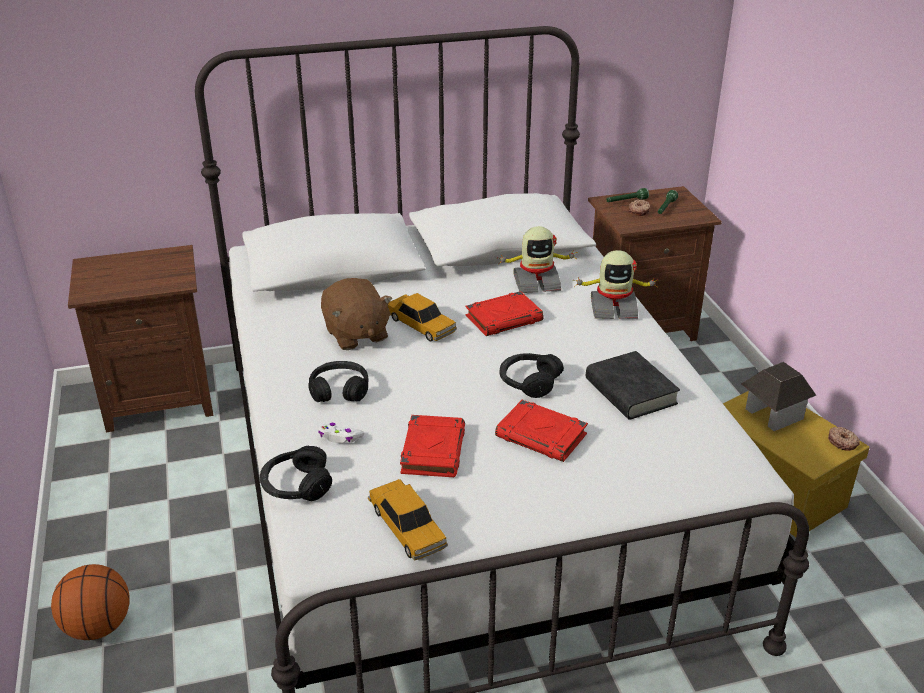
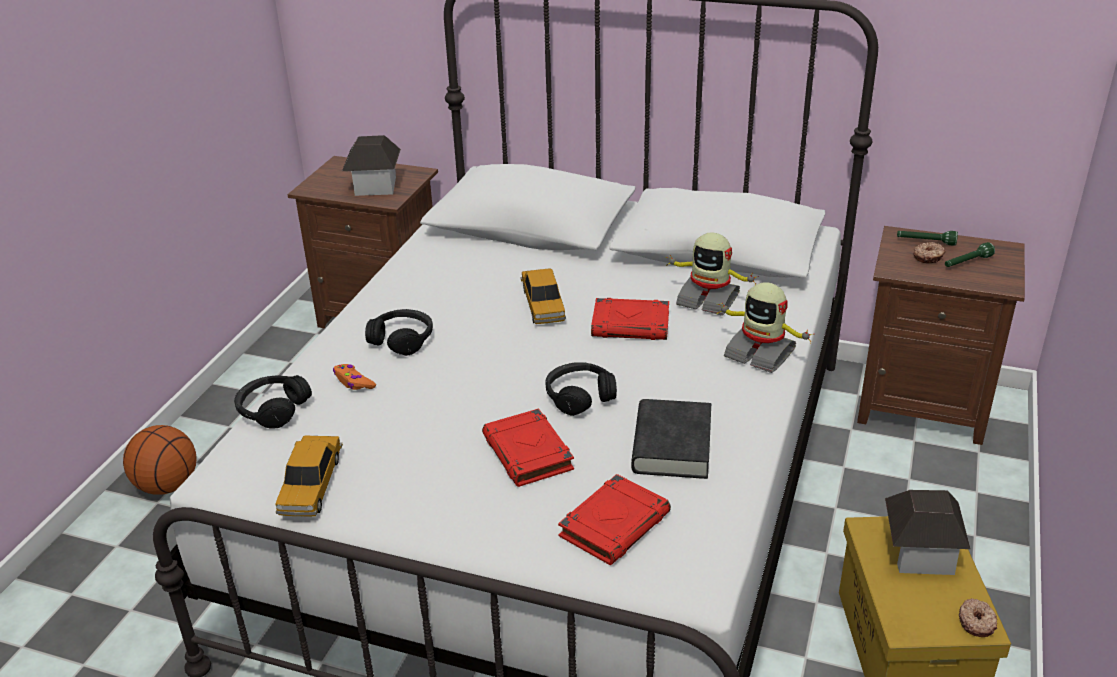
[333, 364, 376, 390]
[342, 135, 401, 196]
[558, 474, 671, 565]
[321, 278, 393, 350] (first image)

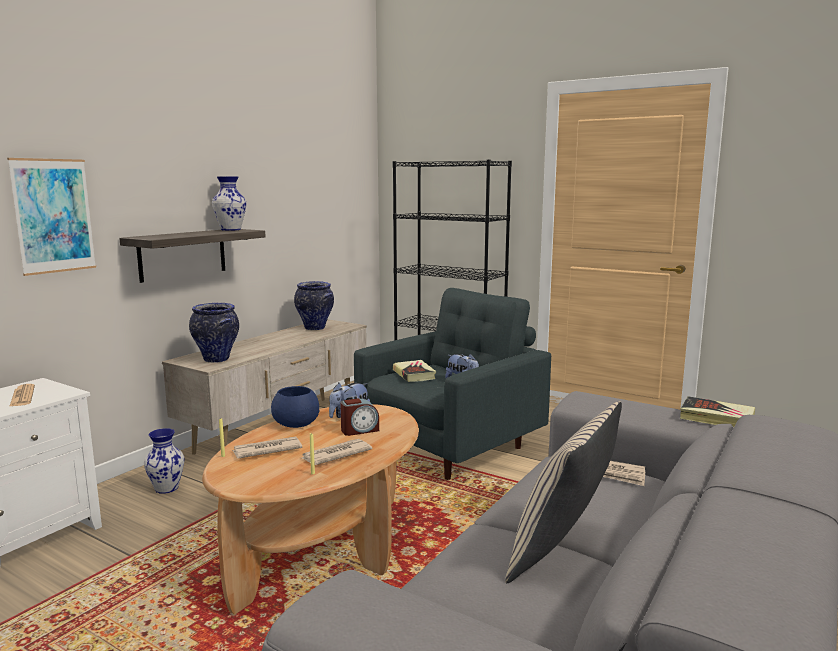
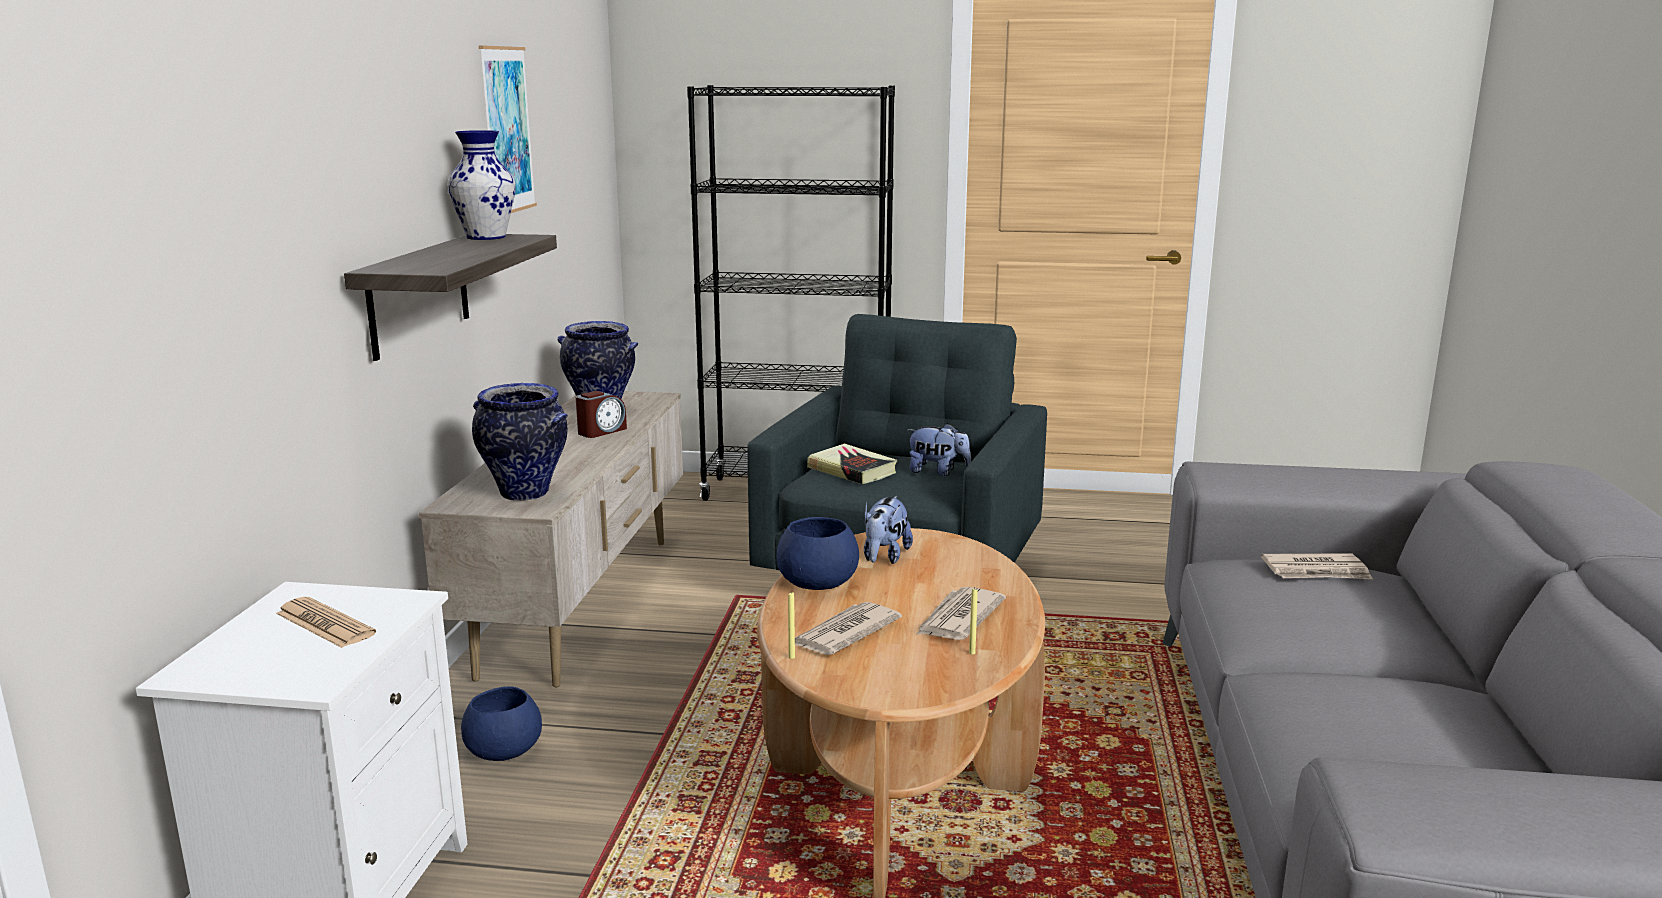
[461, 686, 542, 761]
[479, 45, 537, 213]
[576, 391, 627, 438]
[505, 401, 622, 583] (first image)
[680, 396, 755, 427] (first image)

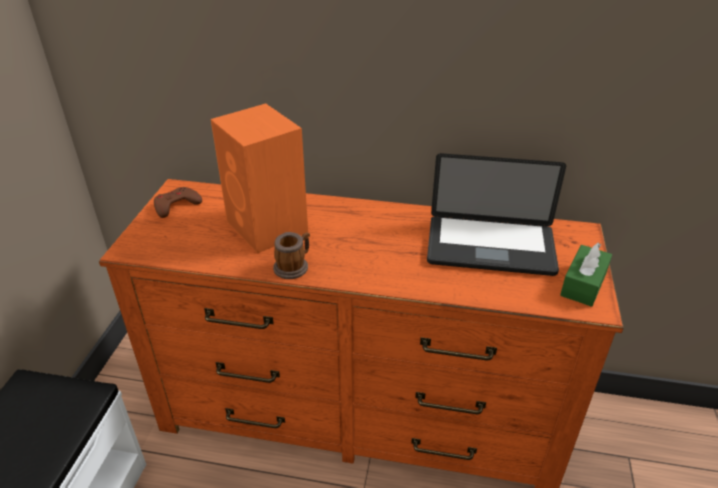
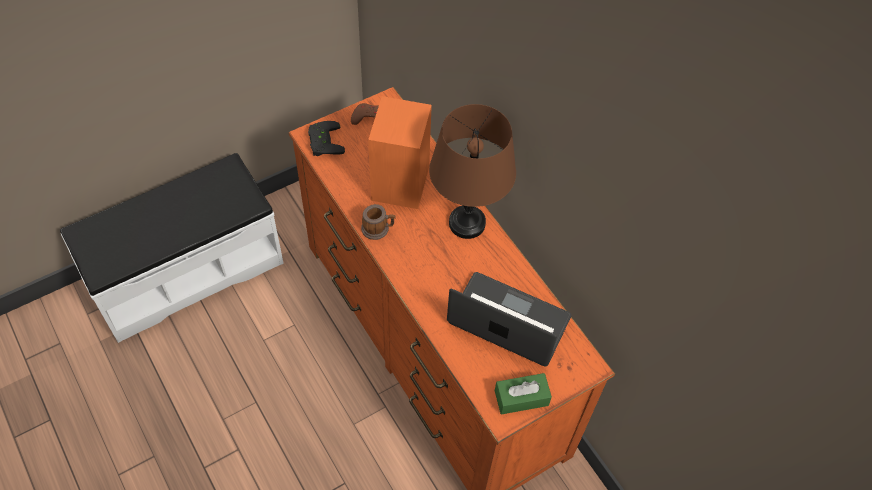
[308, 121, 345, 156]
[429, 104, 516, 239]
[447, 272, 571, 366]

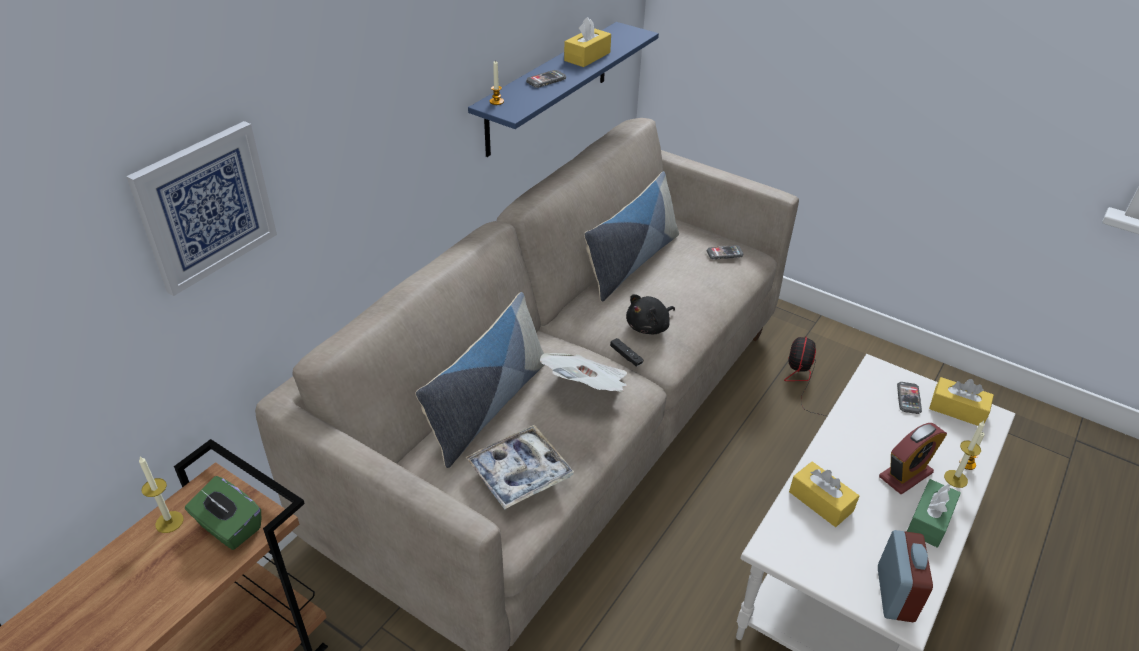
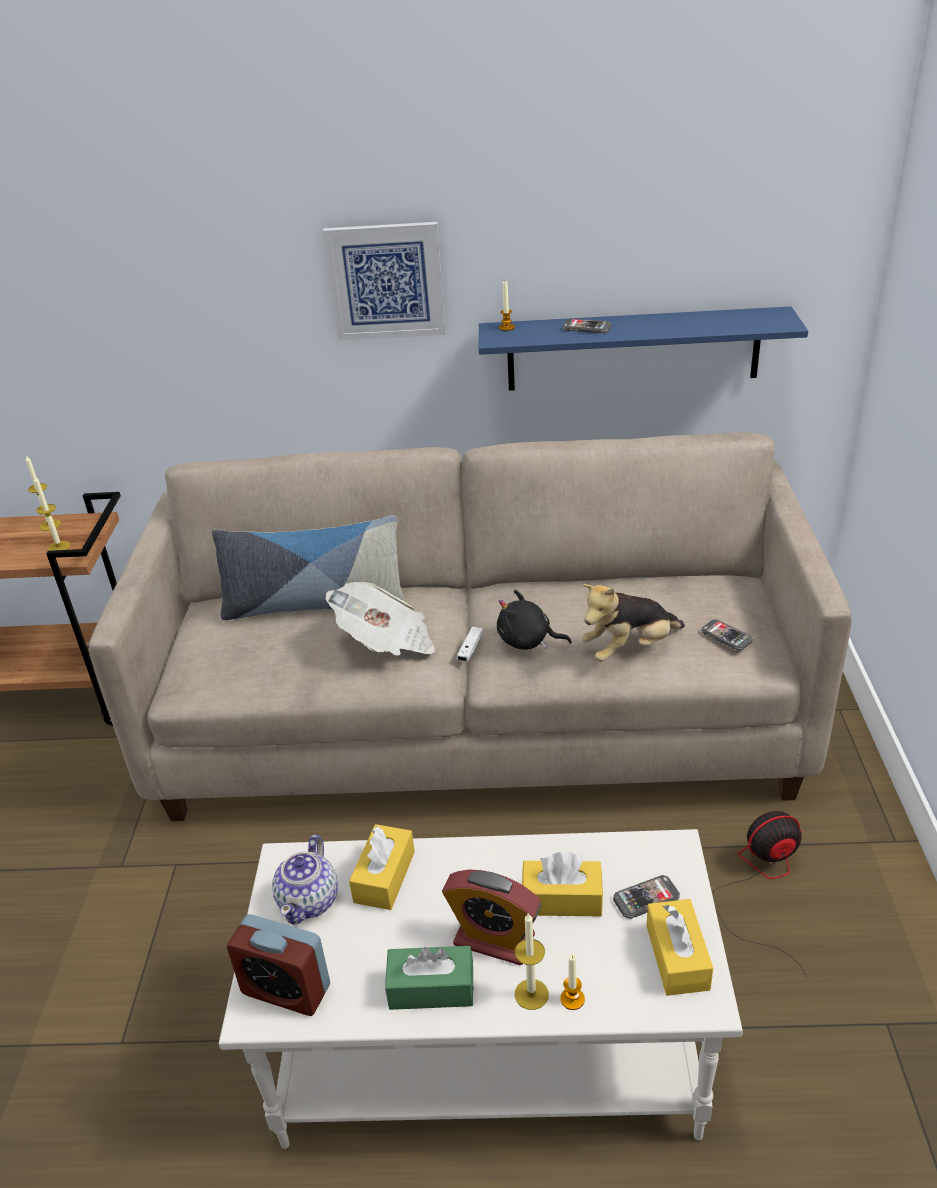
[34, 476, 70, 551]
[227, 914, 330, 1016]
[272, 835, 338, 925]
[323, 222, 446, 341]
[457, 627, 483, 662]
[522, 852, 603, 916]
[582, 584, 685, 662]
[465, 425, 574, 510] (first image)
[584, 171, 679, 301] (first image)

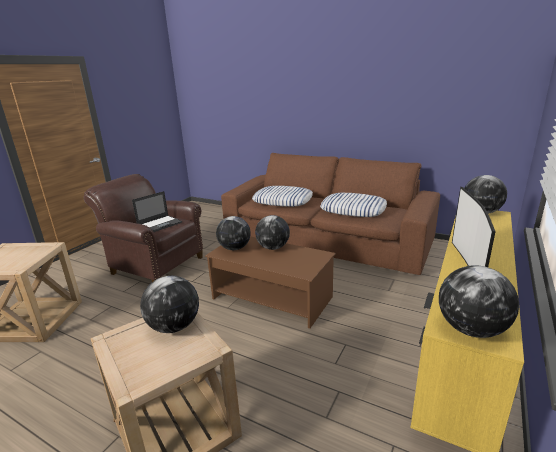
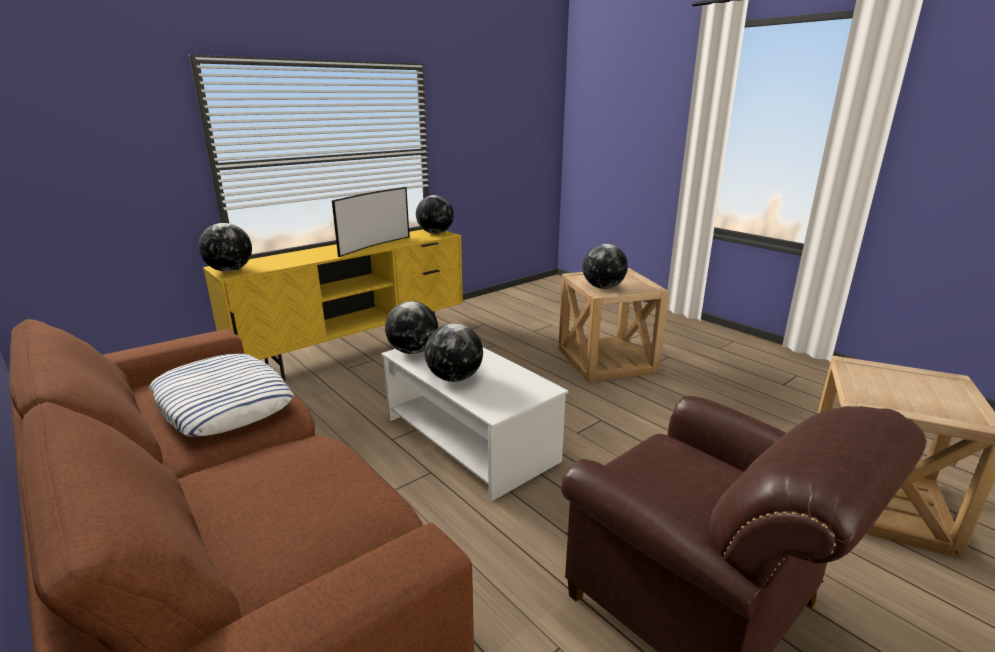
[381, 347, 569, 502]
[385, 301, 438, 354]
[132, 191, 182, 232] (first image)
[252, 186, 313, 207] (first image)

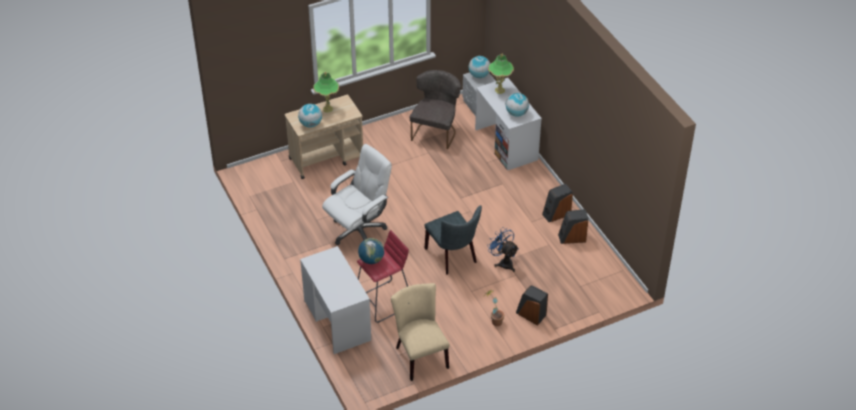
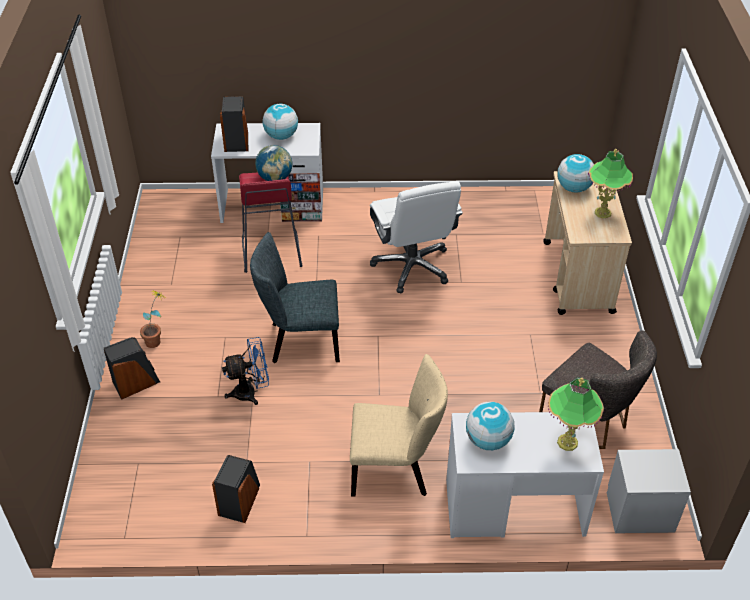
[220, 96, 248, 152]
[262, 104, 298, 140]
[350, 354, 448, 496]

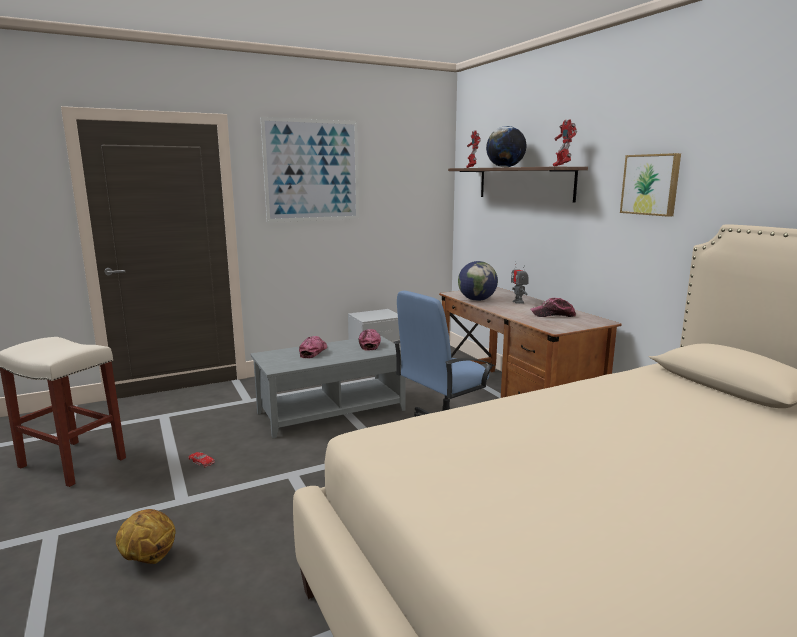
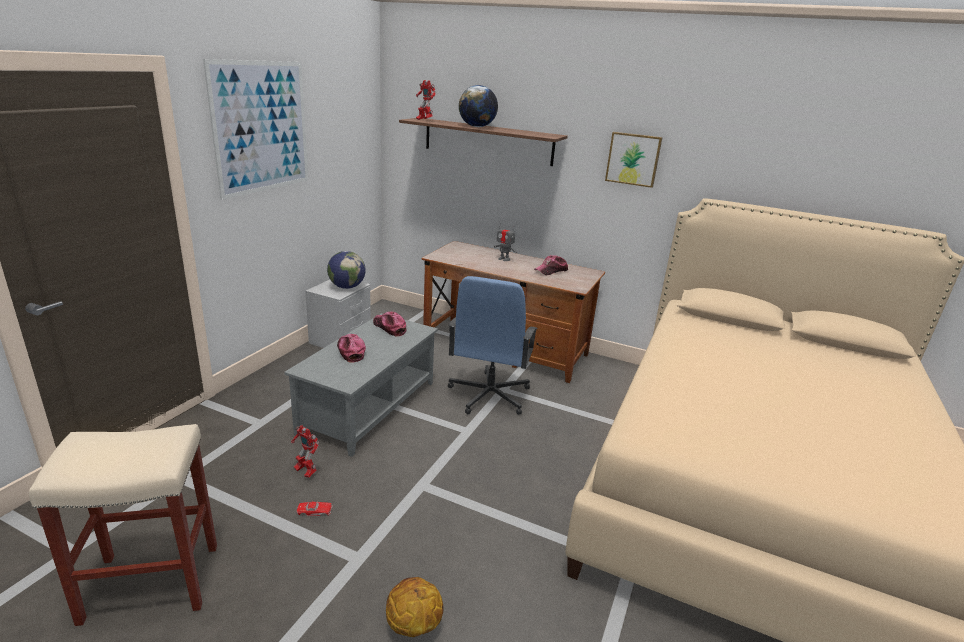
[291, 425, 319, 478]
[327, 251, 366, 289]

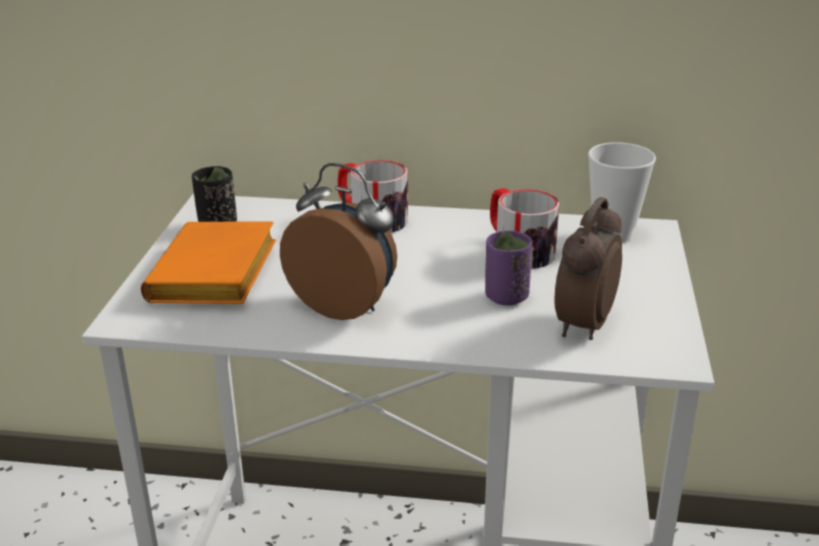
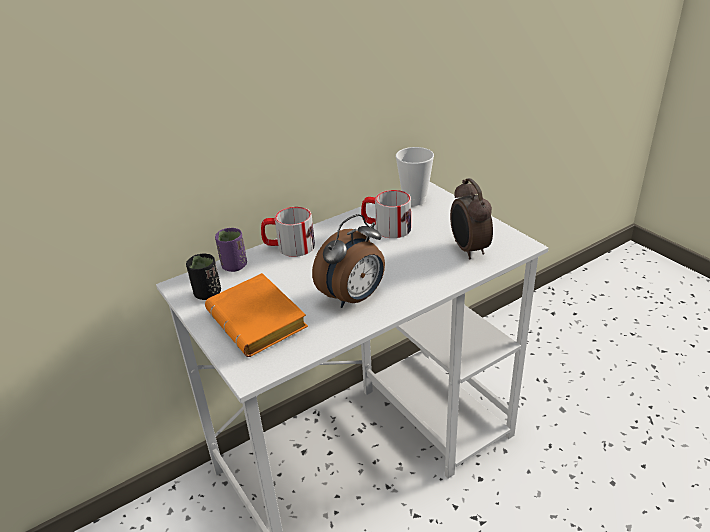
[215, 228, 247, 272]
[312, 214, 385, 308]

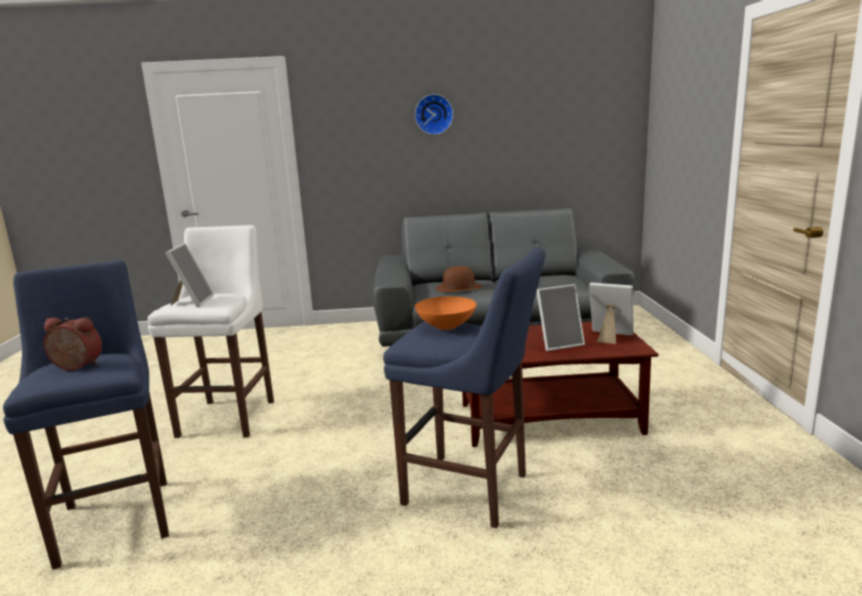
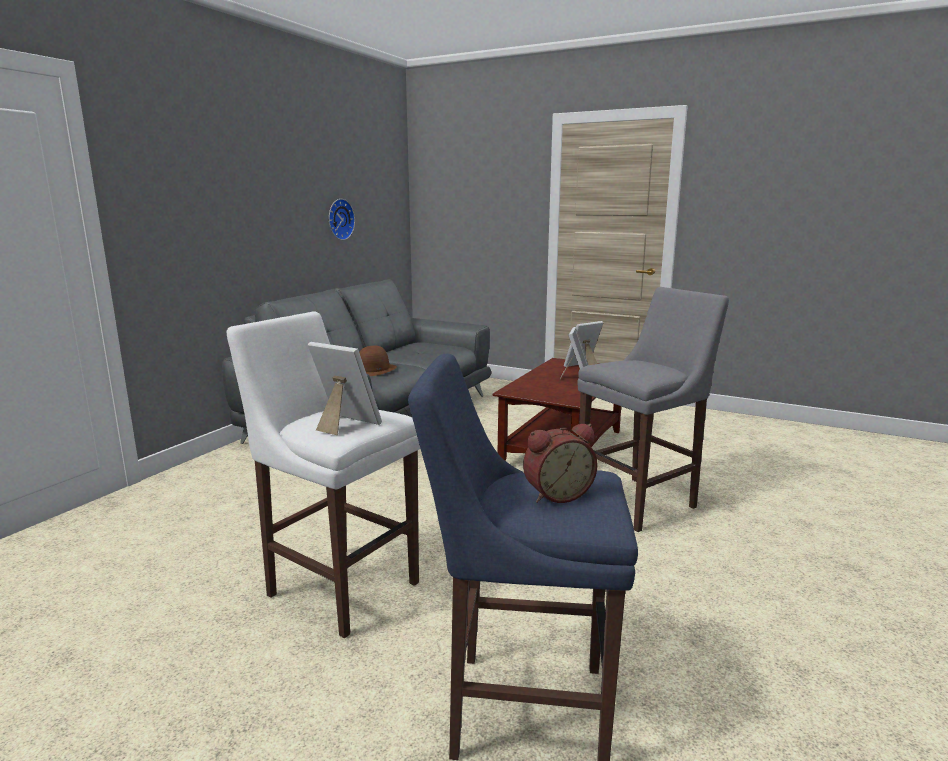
[329, 199, 355, 240]
[523, 424, 598, 503]
[577, 287, 729, 532]
[415, 296, 476, 330] (first image)

